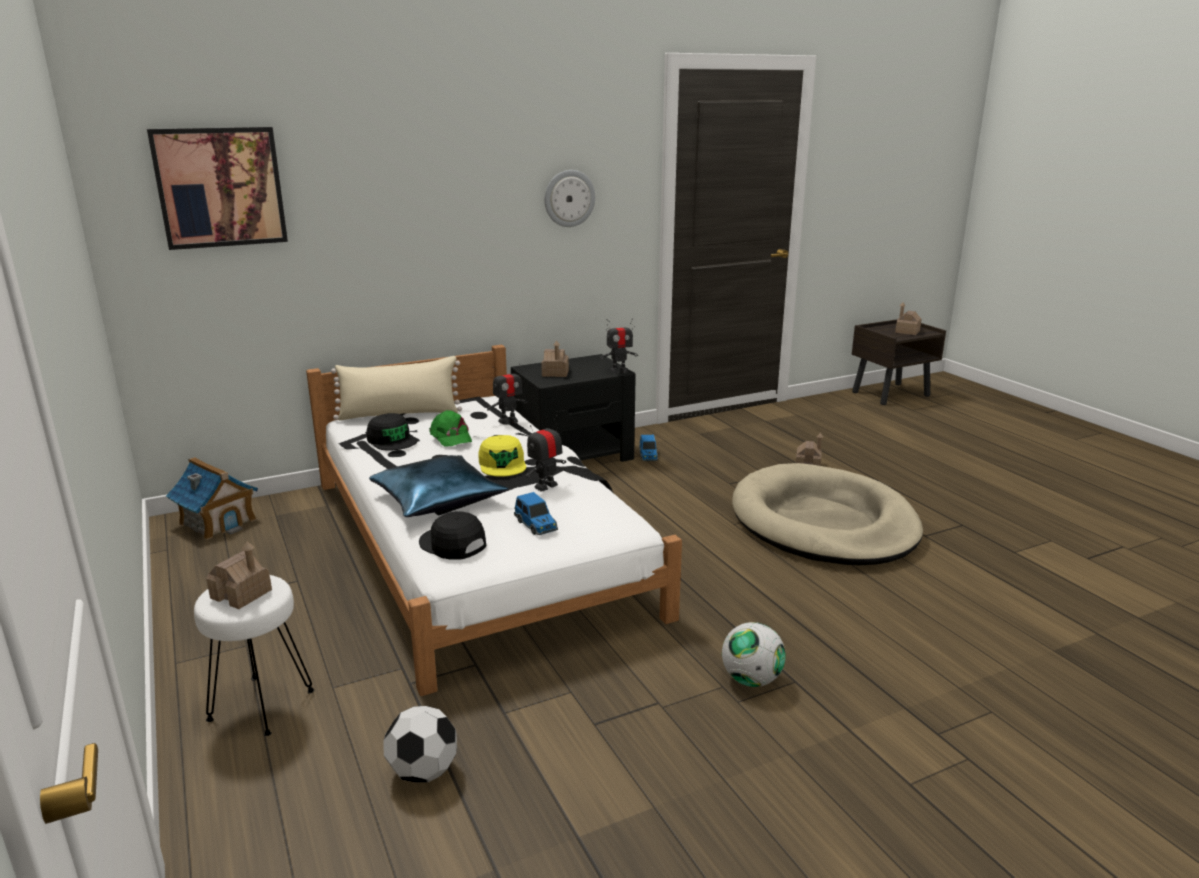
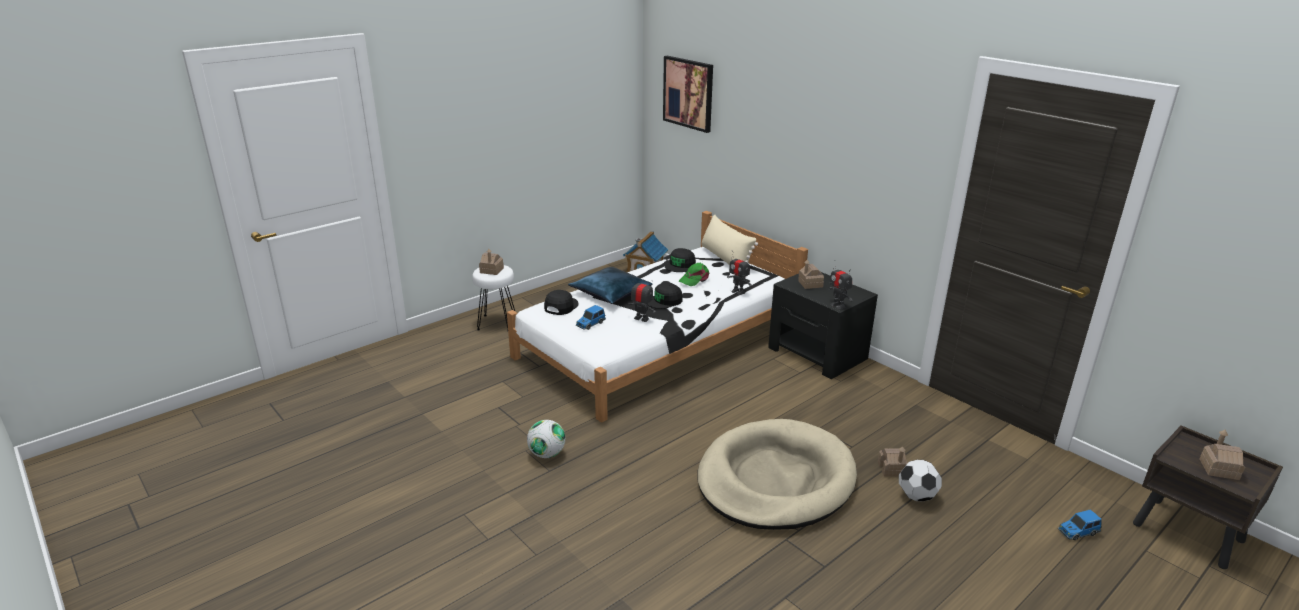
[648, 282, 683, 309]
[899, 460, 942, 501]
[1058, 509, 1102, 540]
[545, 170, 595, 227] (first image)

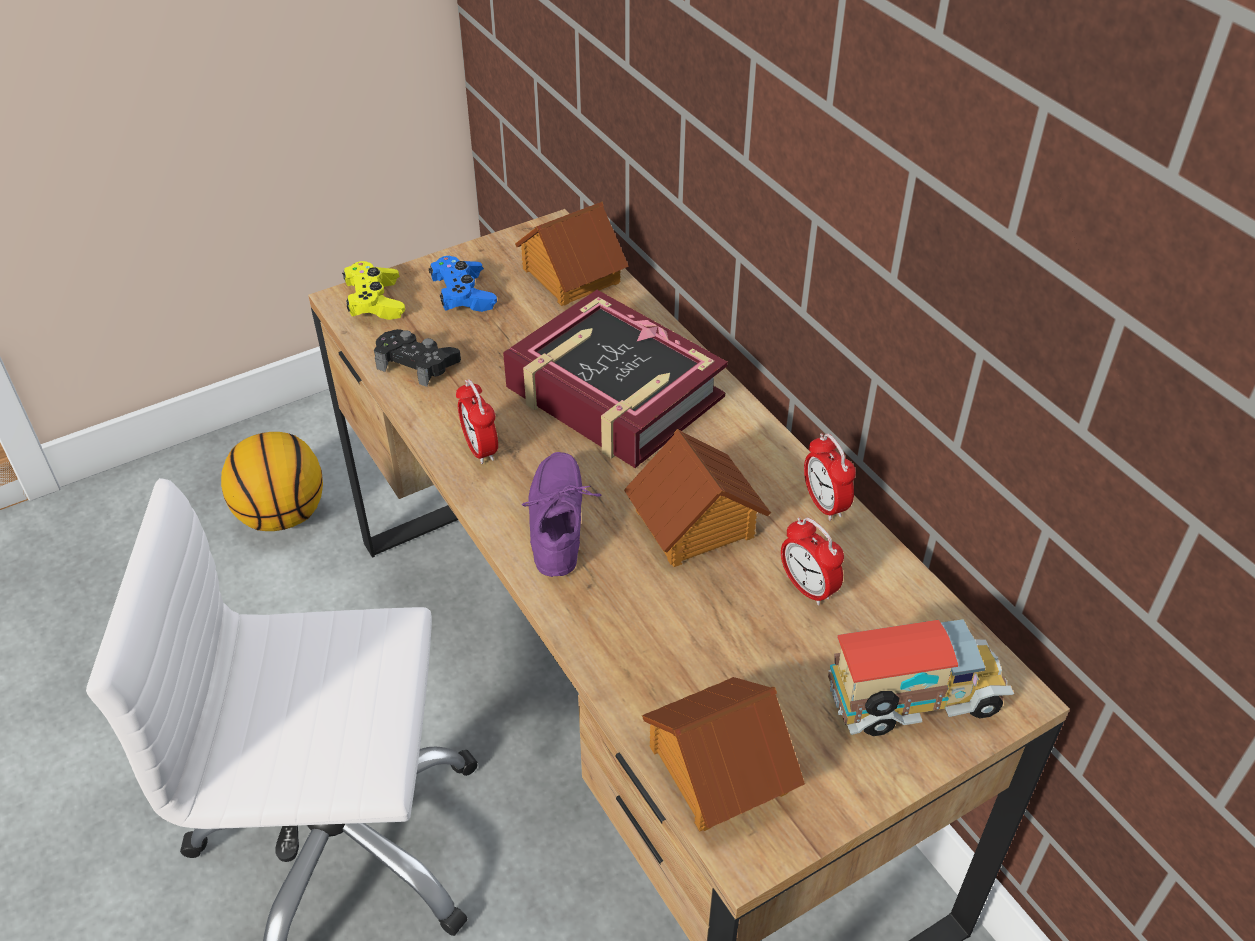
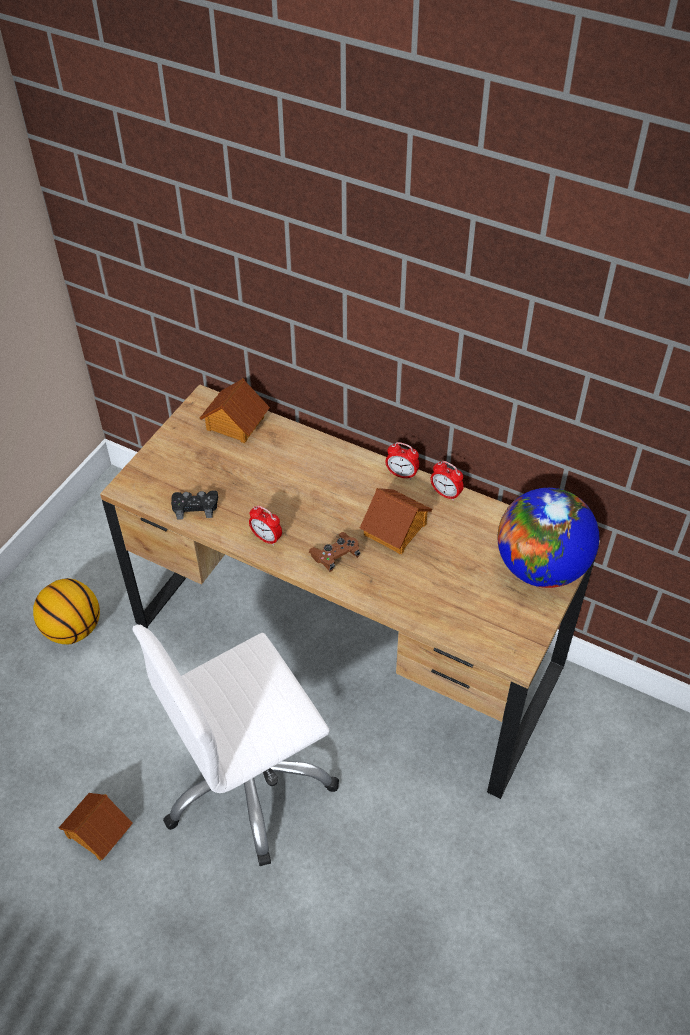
[59, 793, 133, 861]
[309, 532, 360, 572]
[385, 442, 419, 480]
[498, 488, 599, 588]
[342, 261, 405, 320] (first image)
[428, 256, 497, 312] (first image)
[503, 290, 728, 468] (first image)

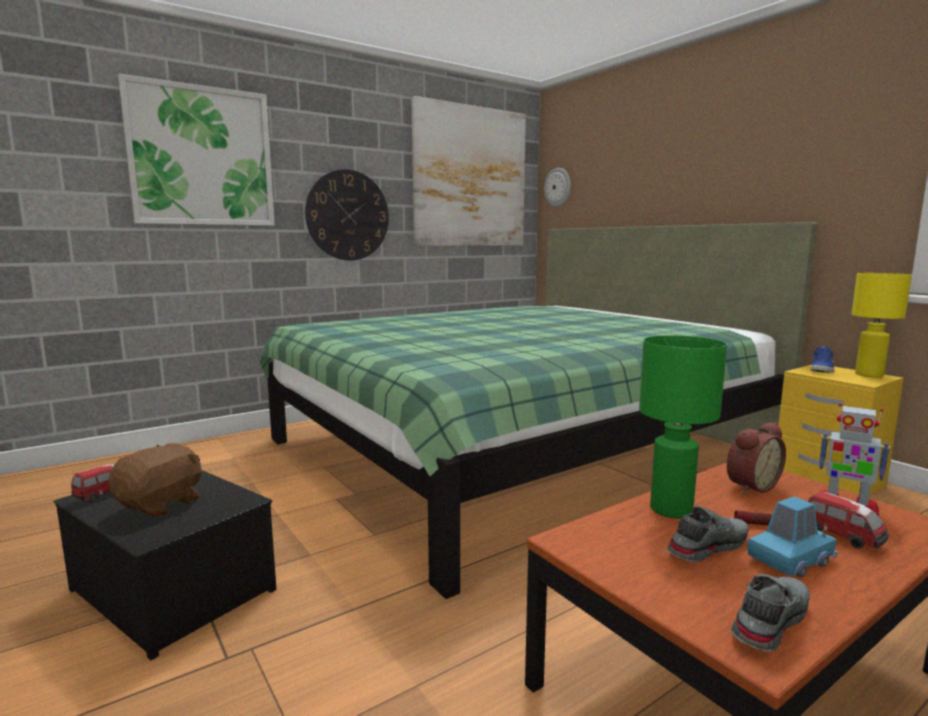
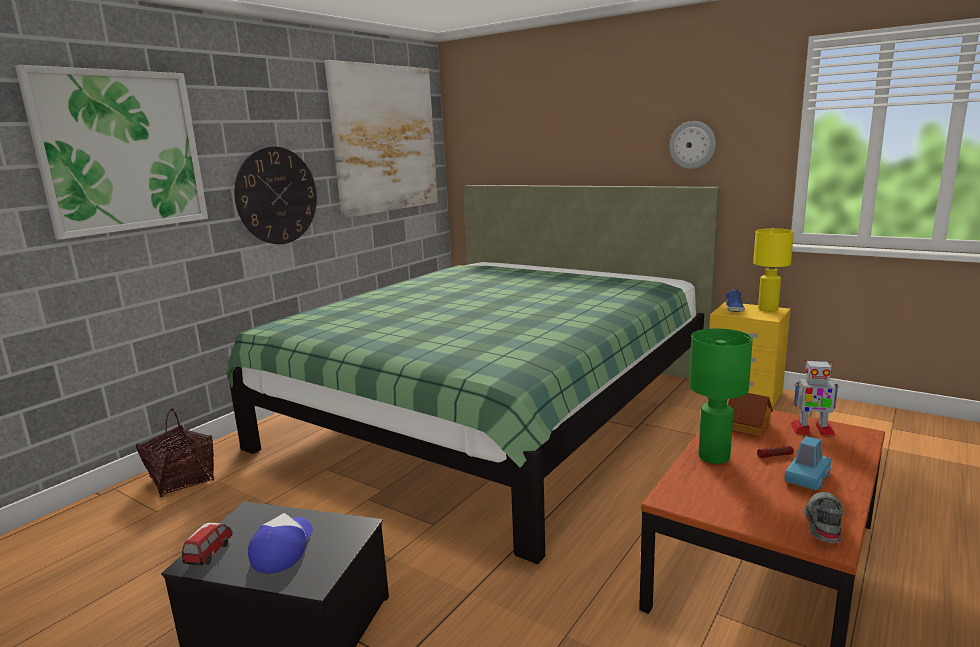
[136, 408, 214, 497]
[248, 513, 313, 574]
[669, 121, 716, 169]
[728, 393, 773, 436]
[667, 506, 749, 562] (first image)
[807, 491, 889, 549] (first image)

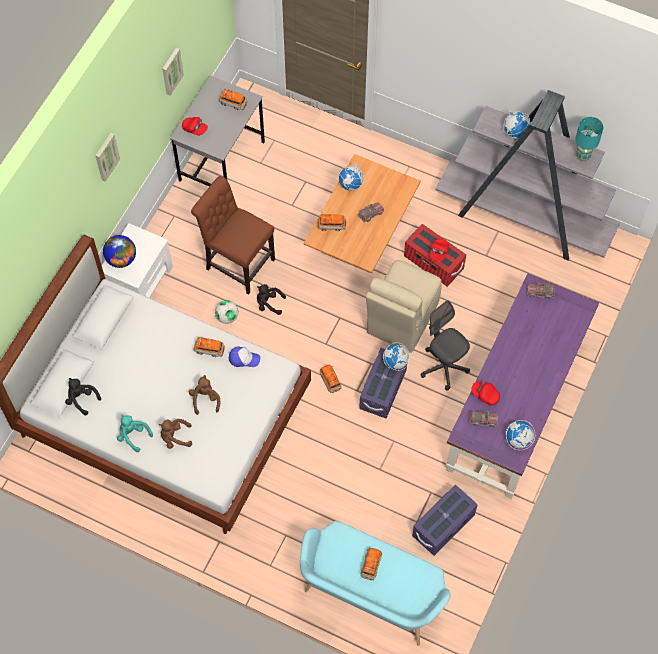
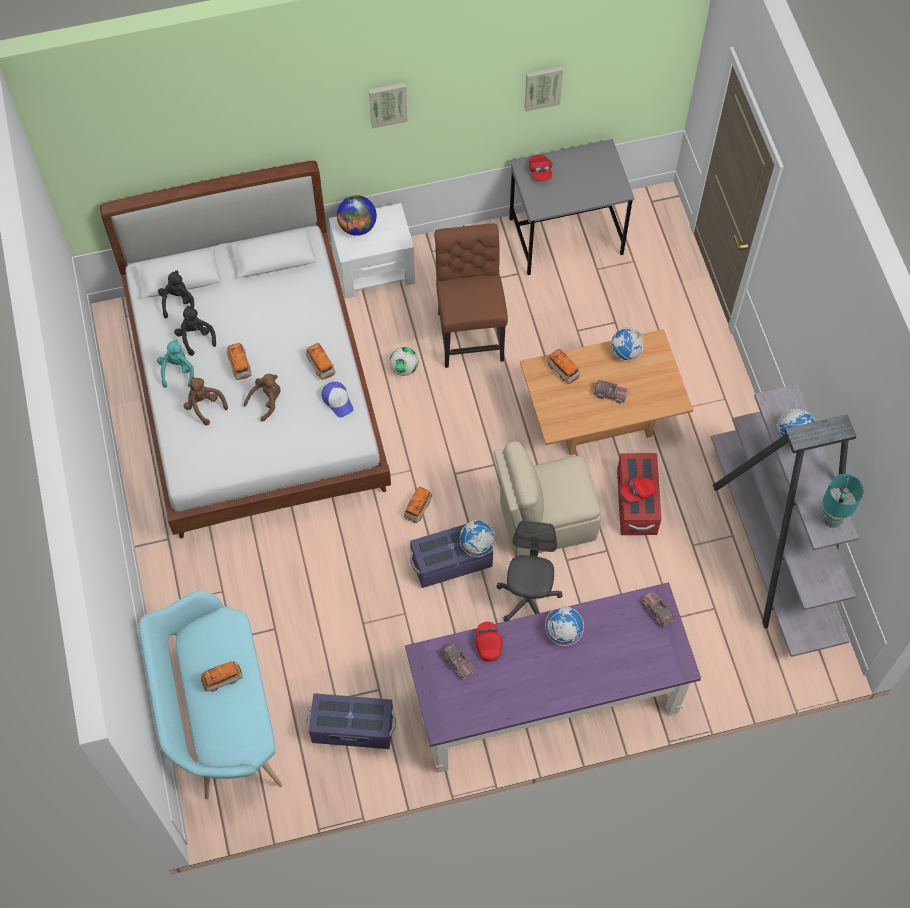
[174, 306, 216, 356]
[227, 343, 252, 380]
[545, 606, 584, 646]

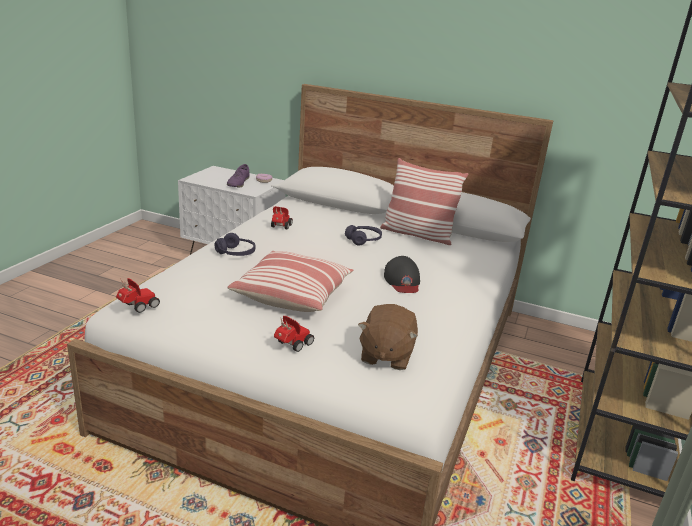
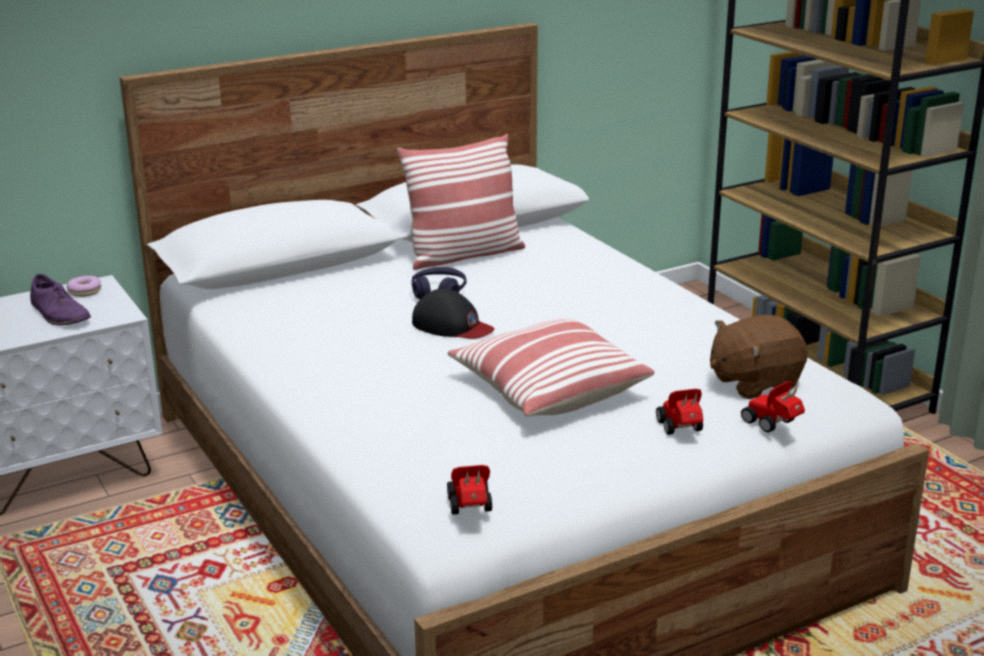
[412, 289, 494, 339]
[710, 315, 808, 399]
[741, 381, 805, 433]
[214, 233, 255, 256] (first image)

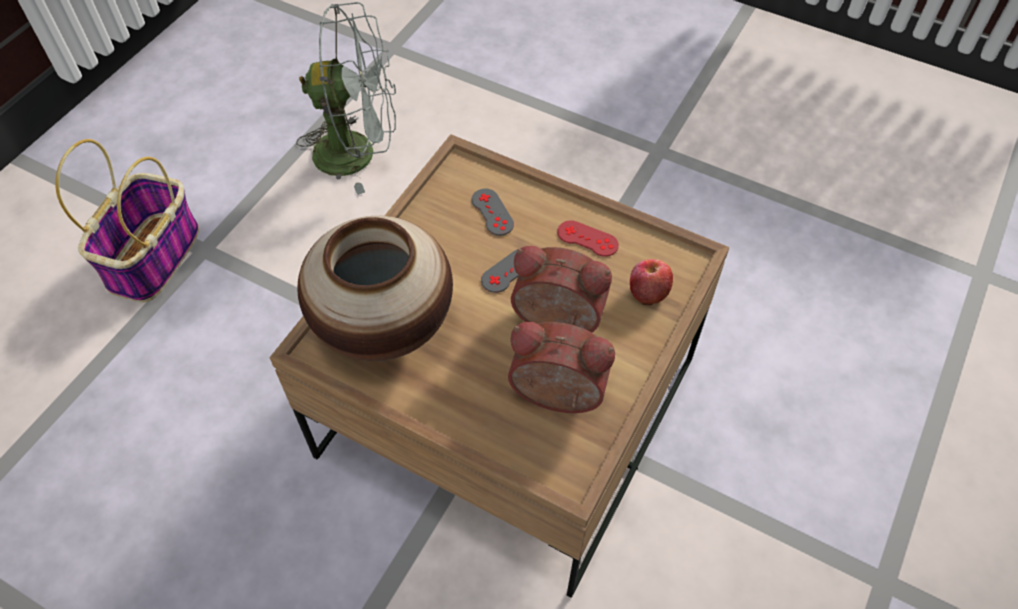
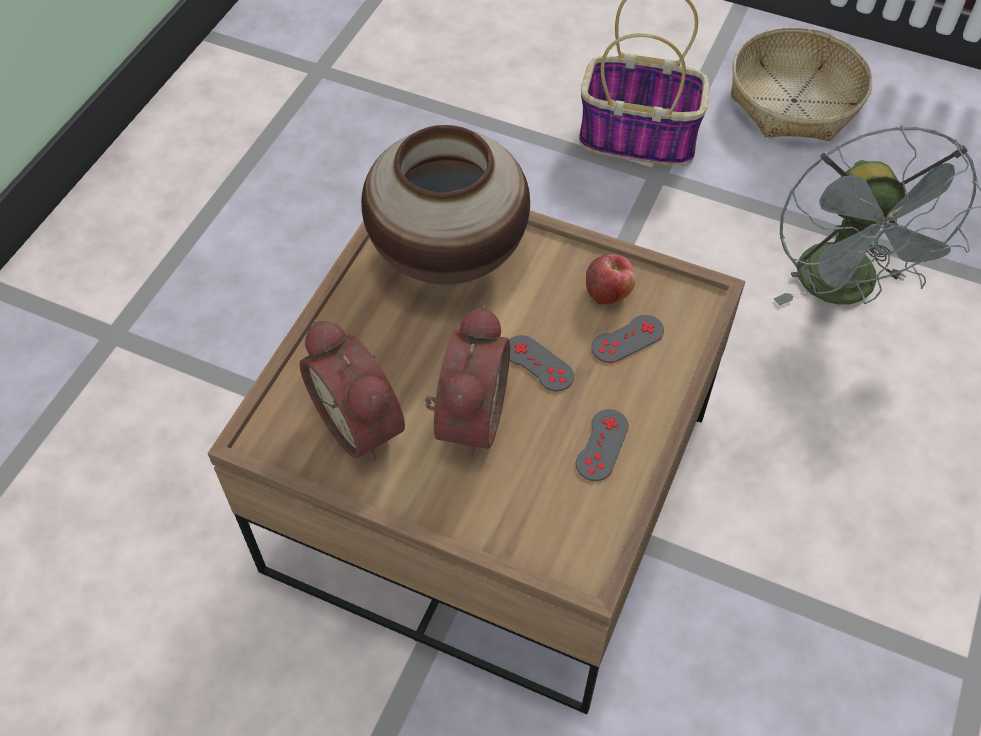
[300, 319, 405, 461]
[576, 409, 629, 481]
[586, 254, 636, 305]
[731, 27, 872, 141]

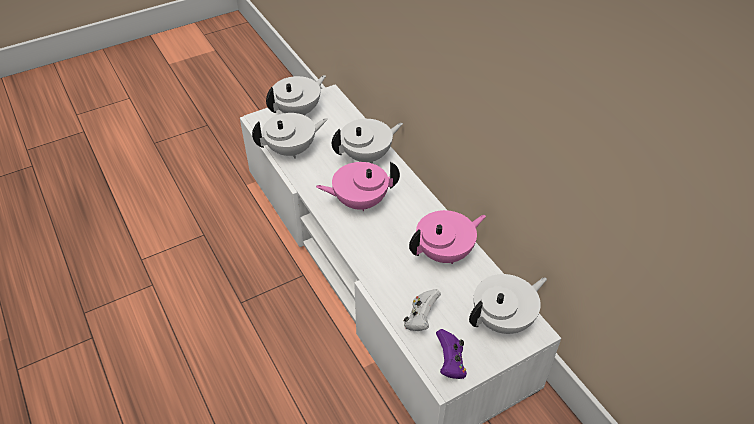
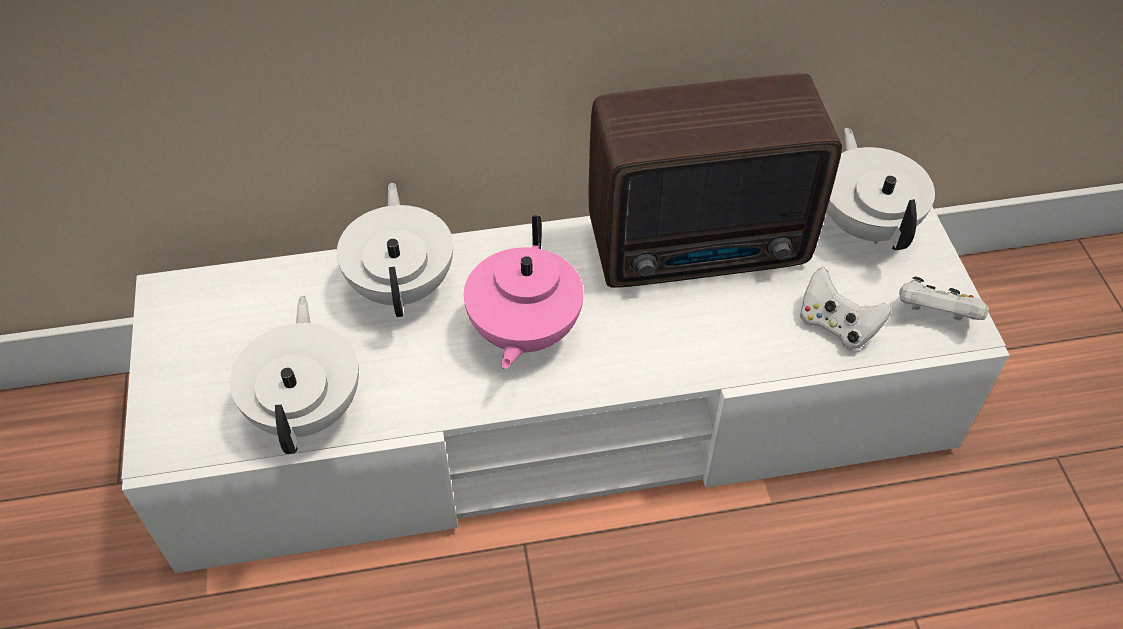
[589, 73, 842, 288]
[899, 277, 989, 320]
[266, 75, 326, 116] (first image)

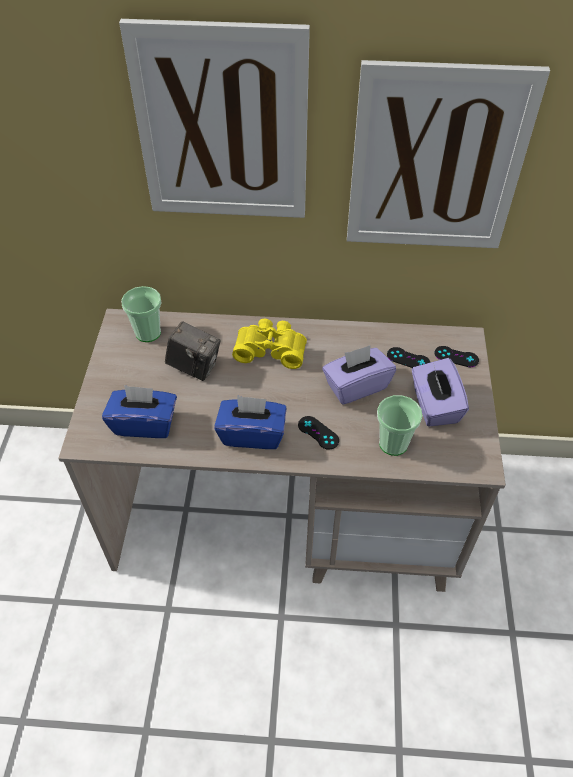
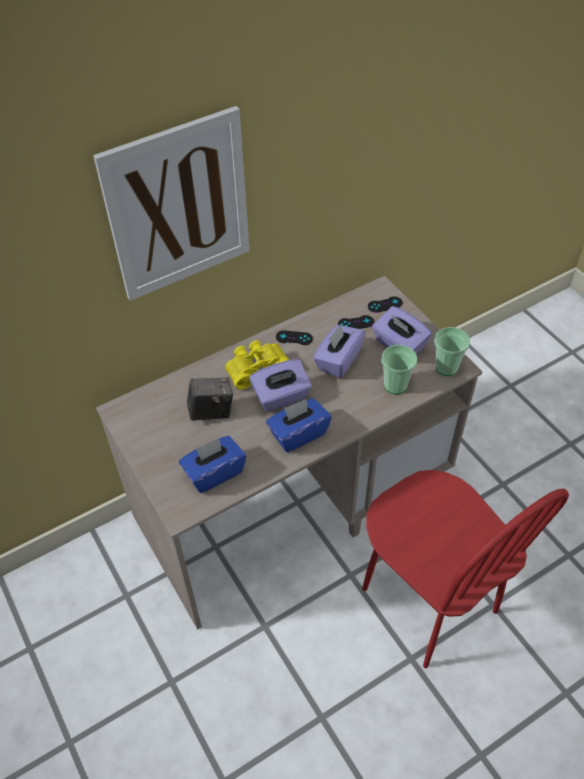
[249, 359, 312, 412]
[276, 330, 313, 345]
[362, 470, 569, 668]
[434, 327, 470, 376]
[347, 60, 550, 248] (first image)

